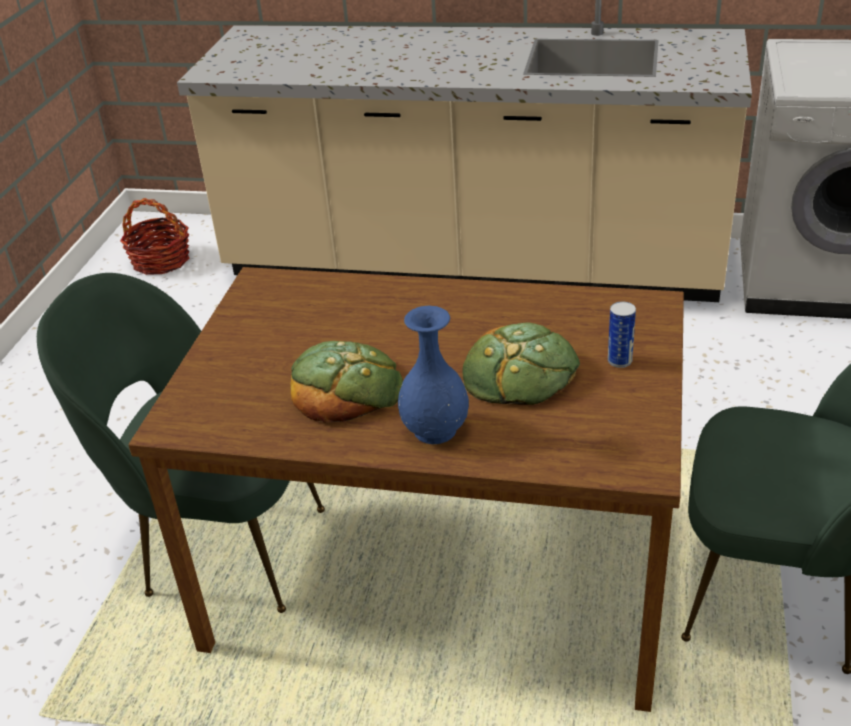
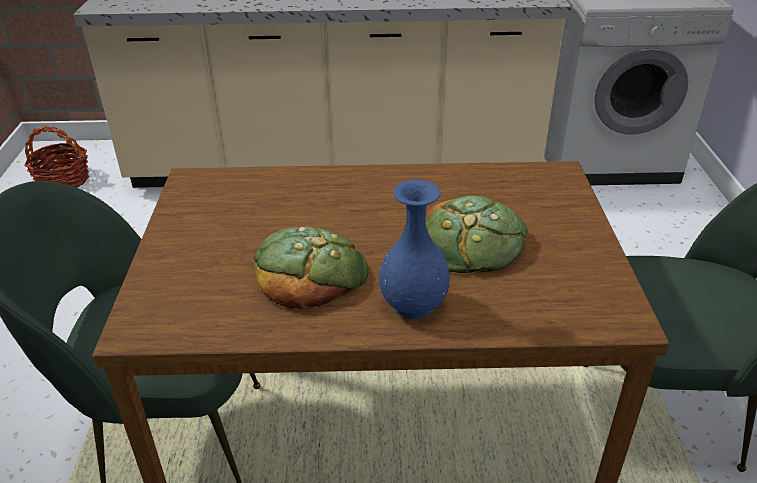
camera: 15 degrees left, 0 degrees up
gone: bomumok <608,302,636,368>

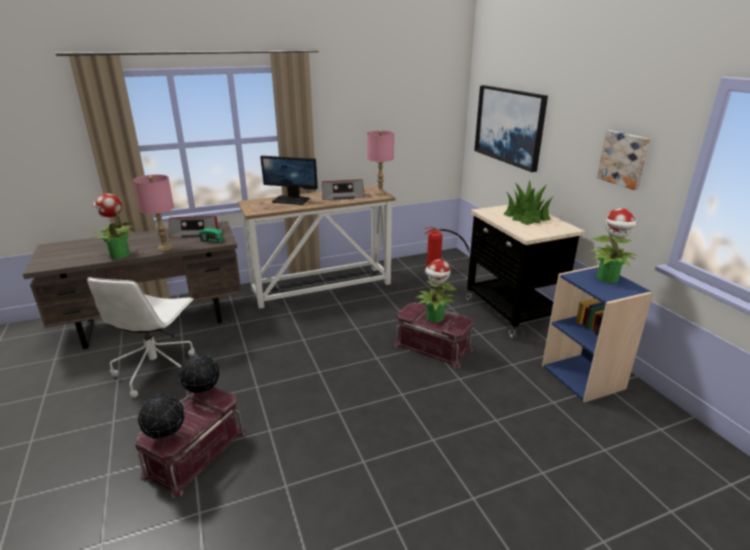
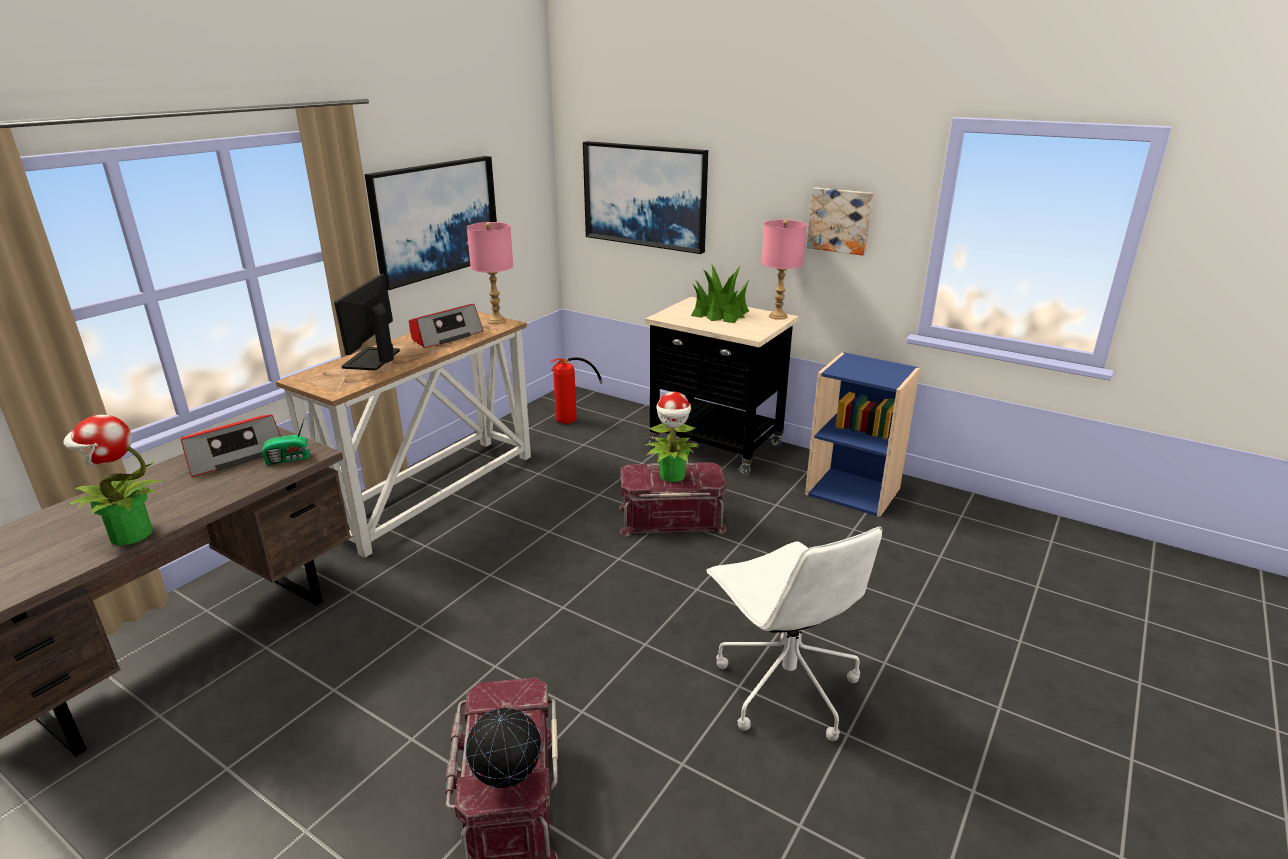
camera: 35 degrees left, 0 degrees up
gone: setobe <179,353,219,393>; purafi <592,208,637,283>
new: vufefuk <365,156,497,290>
shifted: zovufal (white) <87,277,195,398> to <706,526,882,741>; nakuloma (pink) <133,175,174,251> to <762,220,807,320>
rotated: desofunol <260,156,318,205> = <334,274,400,370> 120 degrees clockwise

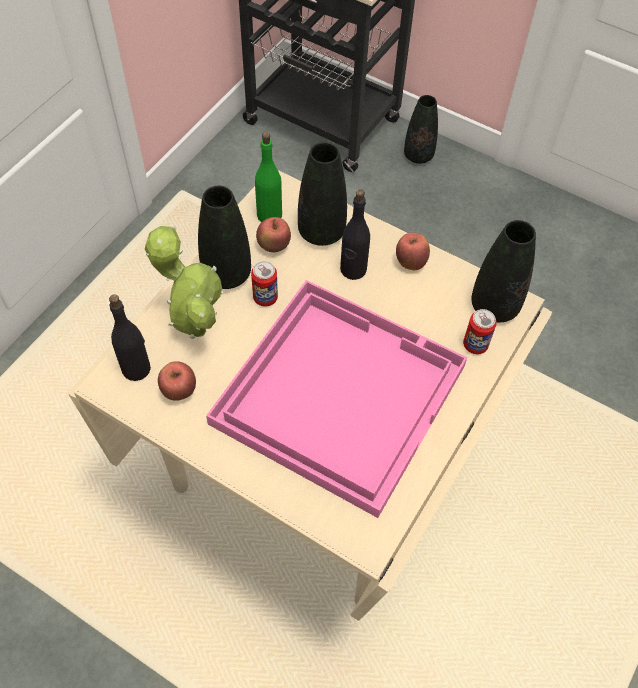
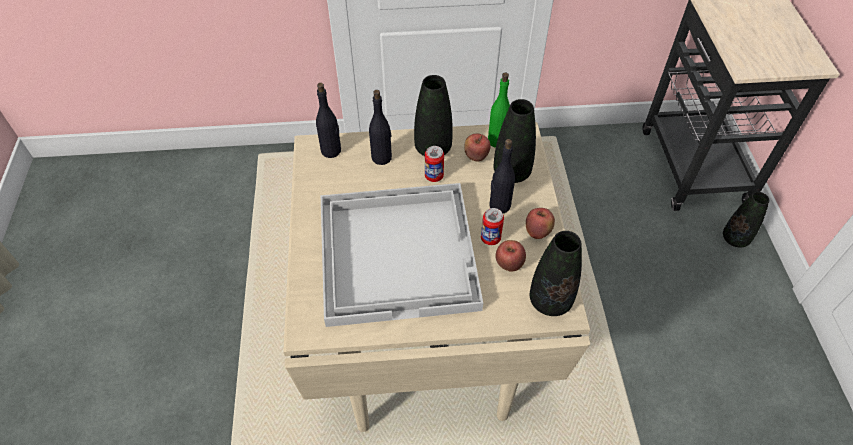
camera: 55 degrees right, 5 degrees down
shifted: bomumok <463,309,497,354> to <481,208,504,245>; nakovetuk <158,361,196,401> to <496,240,526,272>
swapped: purafi <145,225,223,339> to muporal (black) <369,90,392,165>
repainted: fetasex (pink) <206,280,467,518> to fetasex (white) <321,183,483,327>

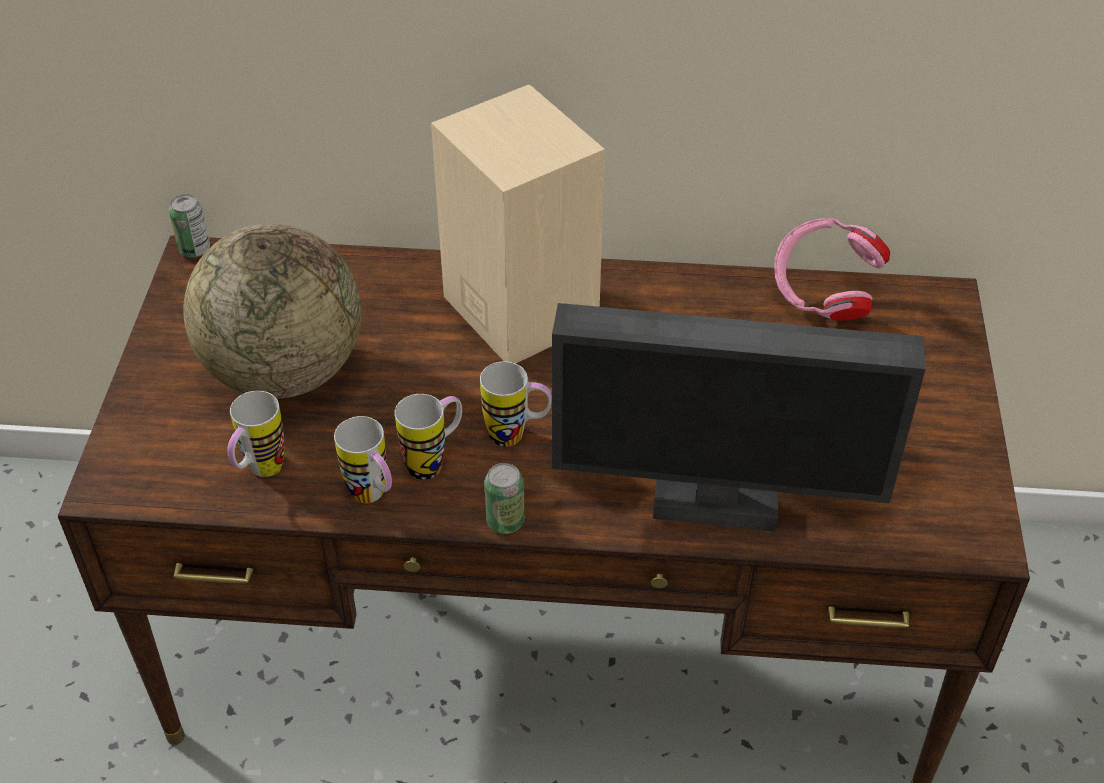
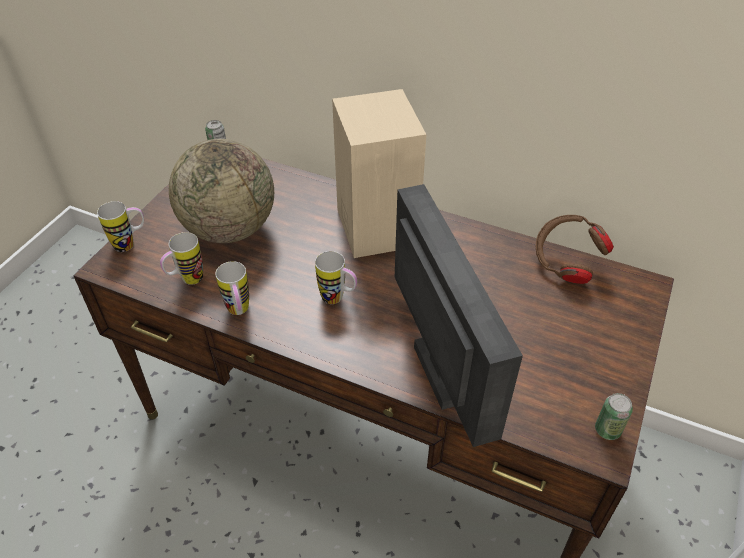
camera: 20 degrees right, 0 degrees up
shifted: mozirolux <395,394,462,480> to <97,201,144,252>; bomumok <484,463,524,534> to <595,393,633,440>
repainted: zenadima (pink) <774,218,890,321> to zenadima (brown) <536,215,614,284>
rotated: desofunol <552,303,926,532> = <395,184,523,447> 135 degrees counterclockwise

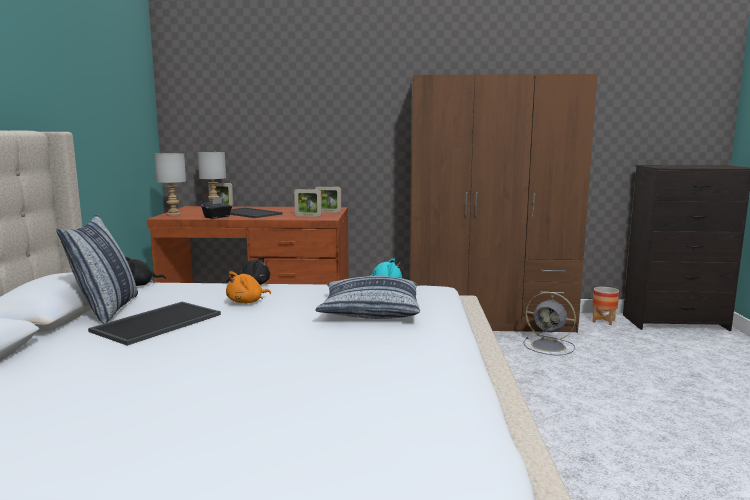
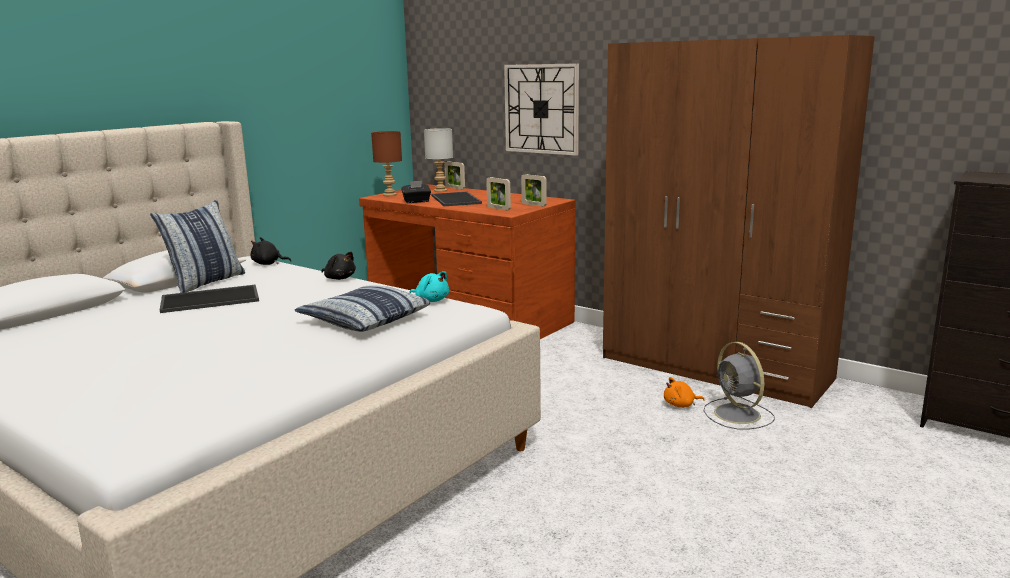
camera: 35 degrees right, 5 degrees up
gone: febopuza <592,287,619,325>
new: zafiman <504,63,579,155>
shifted: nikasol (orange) <226,271,271,304> to <664,377,705,408>
repainted: nakuloma (grey) <154,153,186,216> to nakuloma (brown) <371,131,402,196>

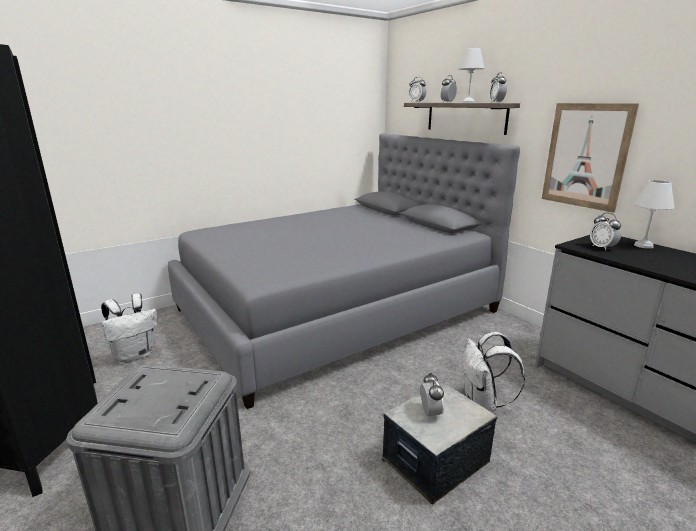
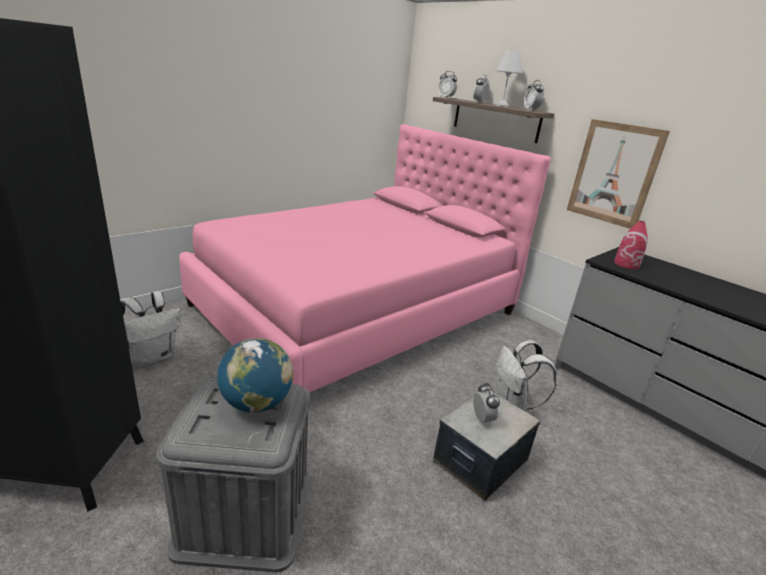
camera: 10 degrees left, 5 degrees up
gone: nakuloma (white) <634,180,675,249>
new: setobe <217,338,293,413>
swapped: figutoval <590,213,621,251> to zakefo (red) <614,221,648,269>
repainted: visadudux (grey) <168,133,520,409> to visadudux (pink) <179,124,551,393>

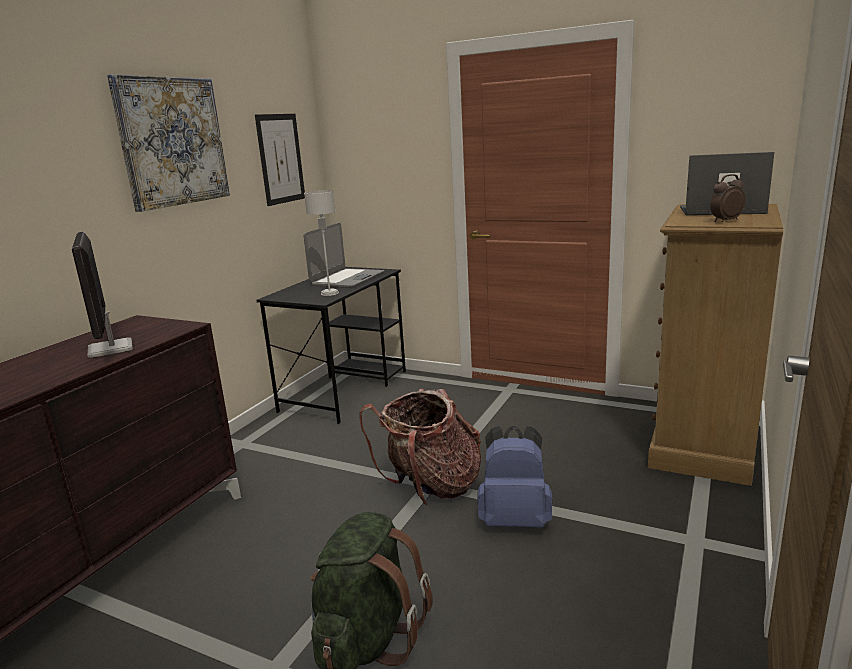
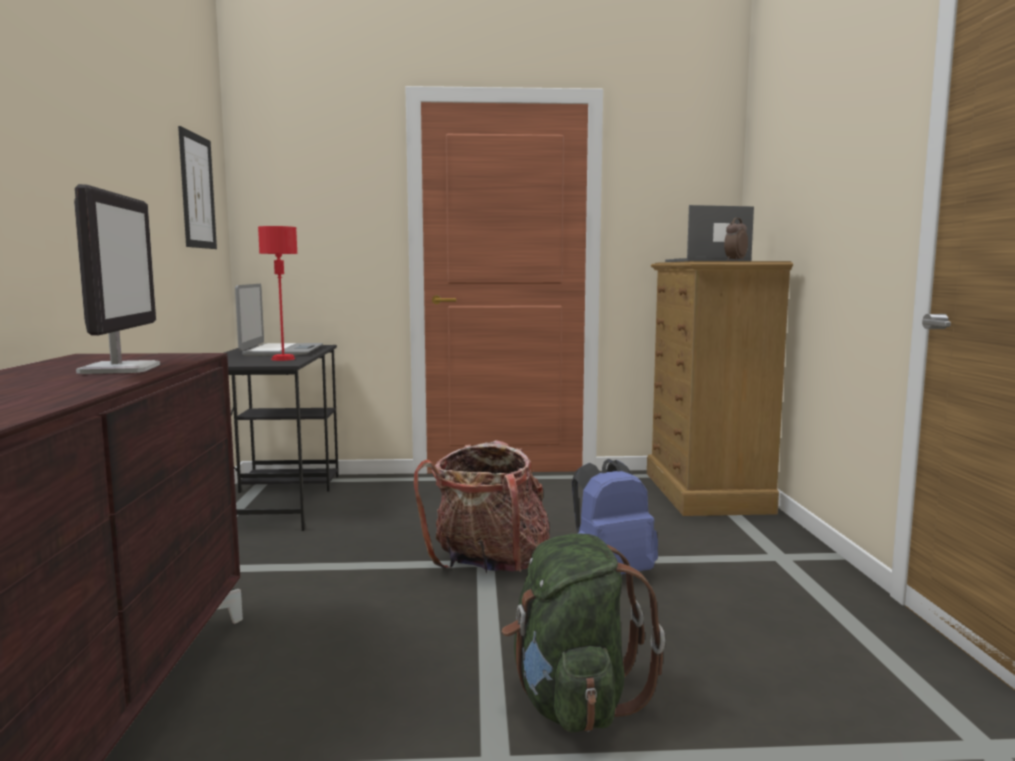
camera: 30 degrees left, 10 degrees down
gone: vufefuk <107,74,230,212>
repainted: nakuloma (grey) <304,190,339,296> to nakuloma (red) <258,226,298,361>
rotated: desofunol <72,232,133,358> = <74,184,160,374> 135 degrees counterclockwise

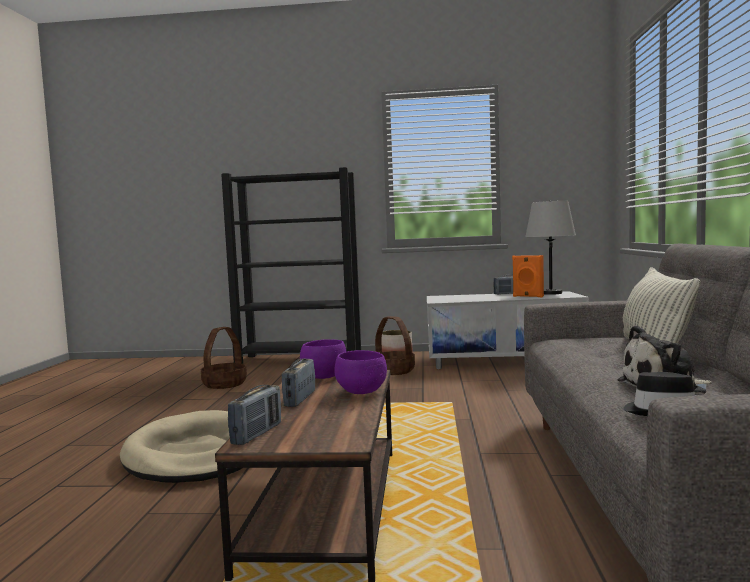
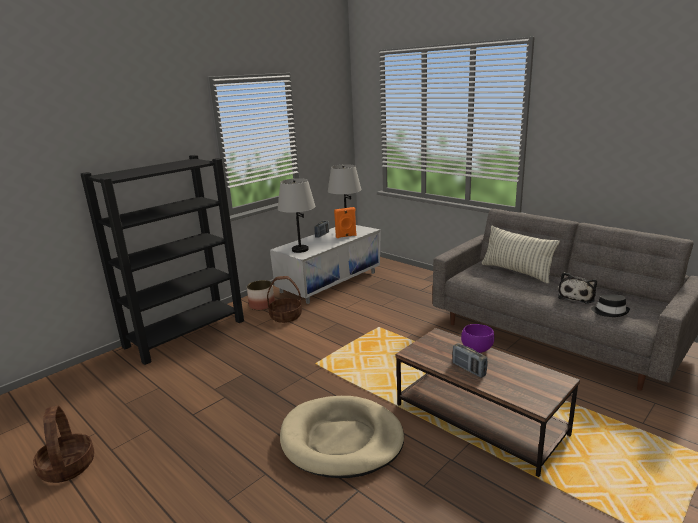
camera: 50 degrees left, 15 degrees up
gone: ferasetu <228,385,281,445>; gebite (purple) <300,339,346,379>
new: nakuloma (grey) <278,178,315,253>
shifted: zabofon <201,327,247,389> to <33,406,94,483>

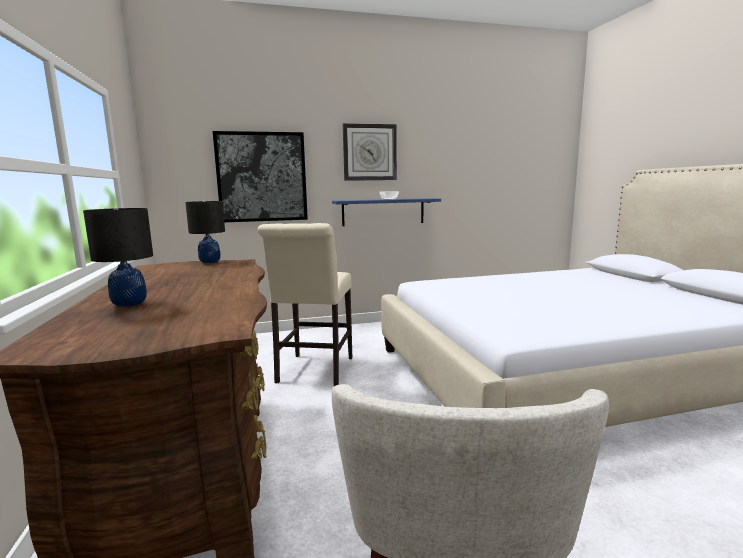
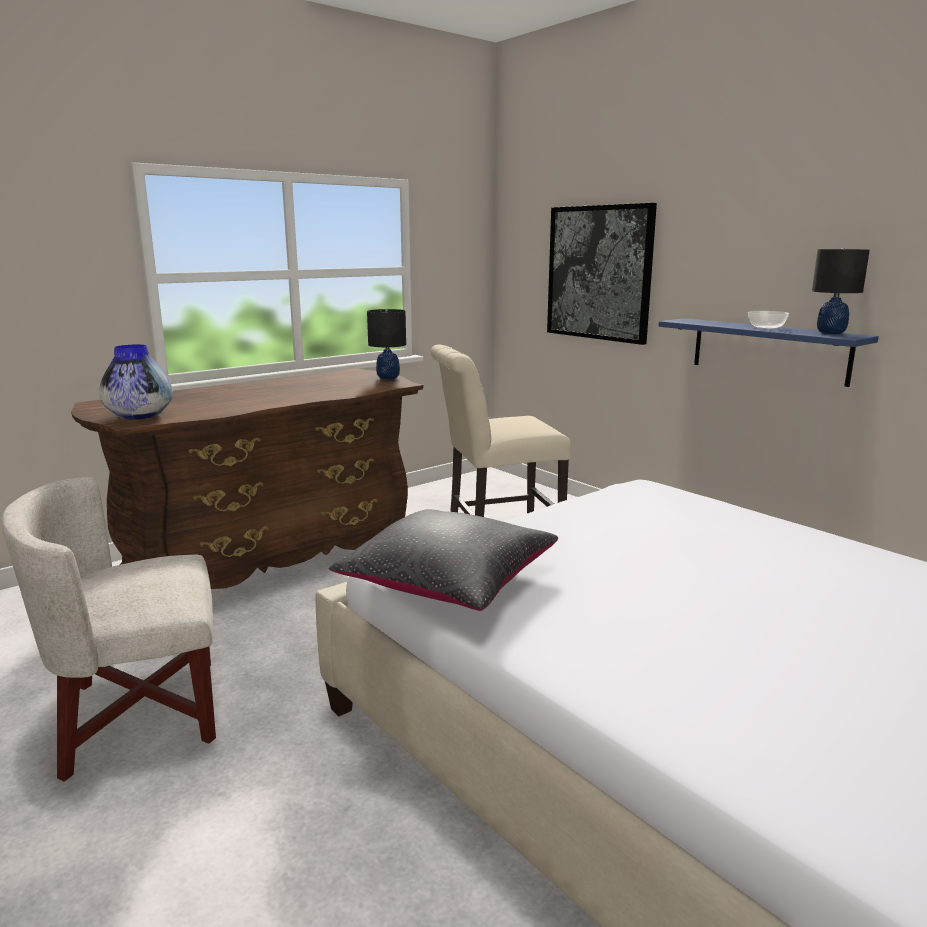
camera: 65 degrees right, 5 degrees up
gone: zafiman <343,123,397,181>
new: zakefo <99,344,173,420>; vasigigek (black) <329,509,558,611>
shifted: nakuloma (black) <83,208,153,307> to <812,248,870,334>

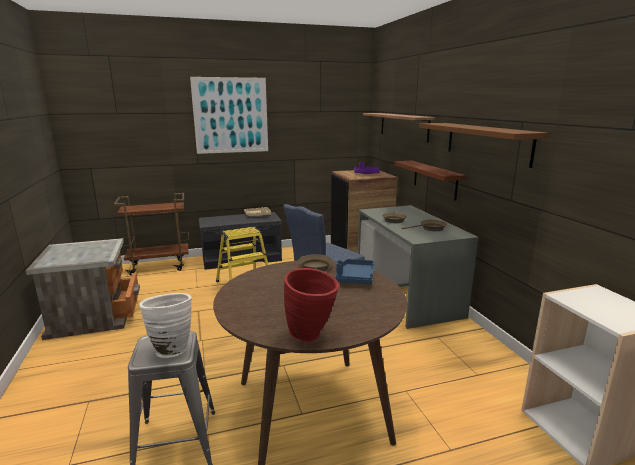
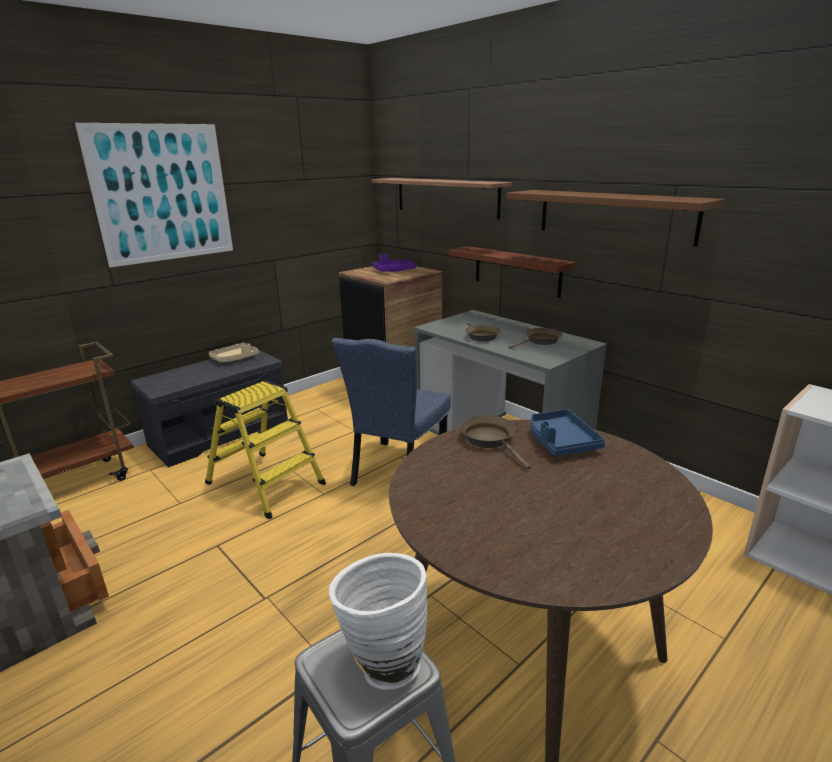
camera: 25 degrees left, 5 degrees up
gone: zakefo (red) <284,268,339,342>

